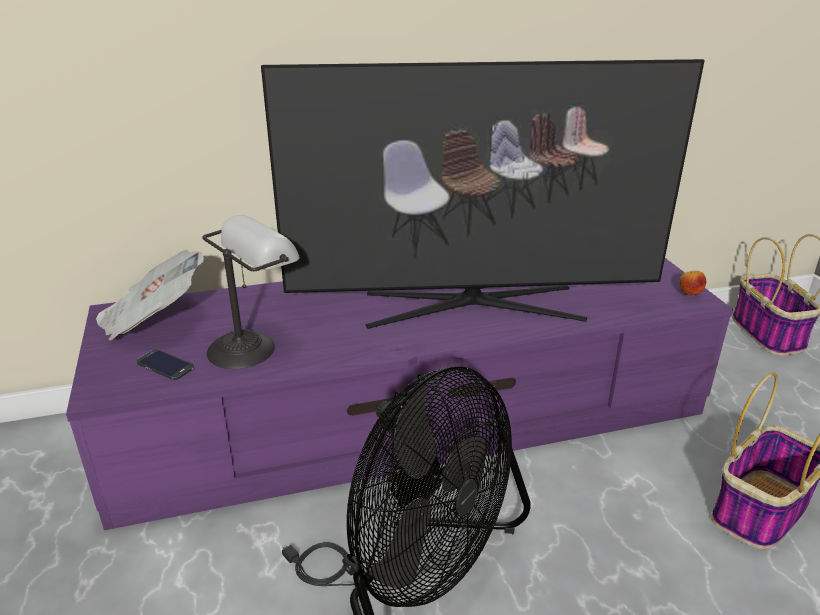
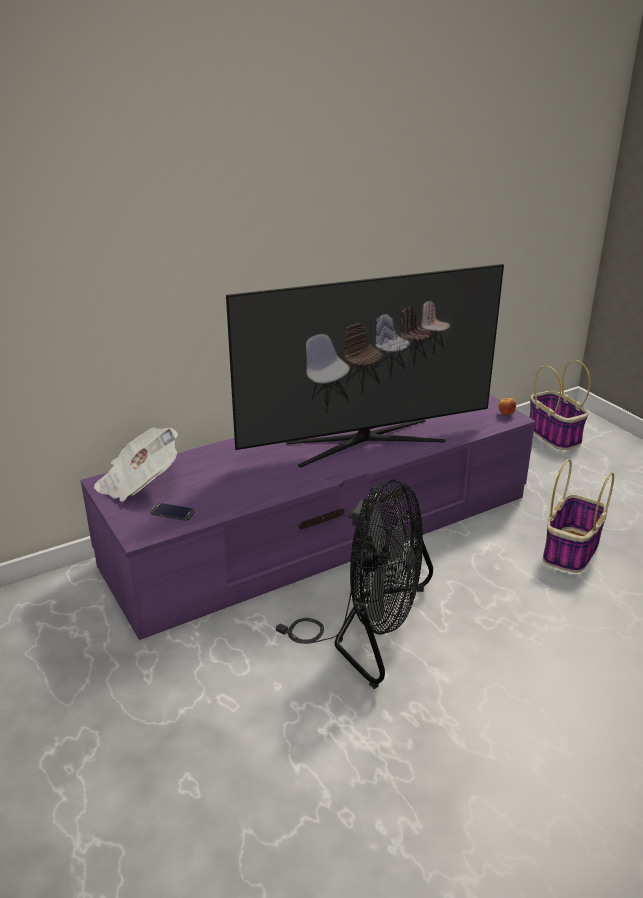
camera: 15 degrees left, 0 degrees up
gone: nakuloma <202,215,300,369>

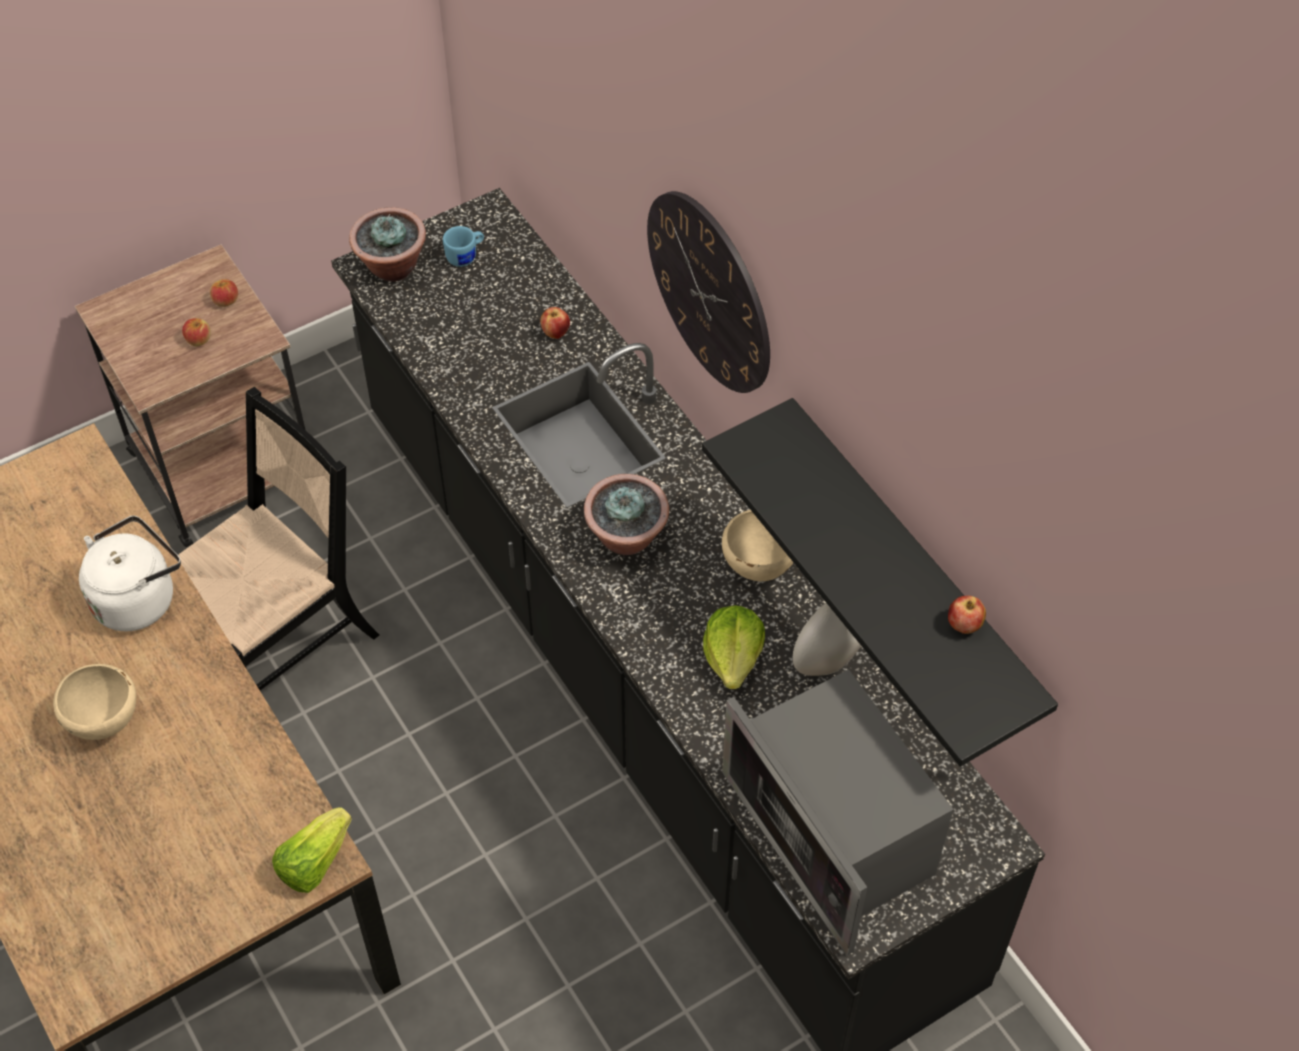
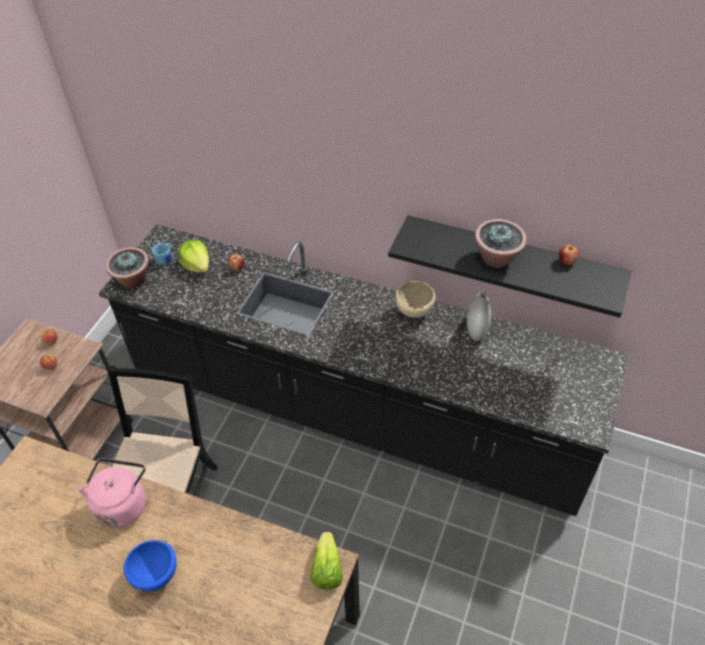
camera: 35 degrees left, 5 degrees down
gone: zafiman <647,191,770,393>; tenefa <722,669,954,956>
shifted: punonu <703,605,765,689> to <179,240,209,273>; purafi <584,474,669,555> to <475,219,527,268>
repainted: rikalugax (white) <79,516,181,631> to rikalugax (pink) <76,458,146,528>; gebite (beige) <53,664,136,740> to gebite (blue) <124,540,177,592>

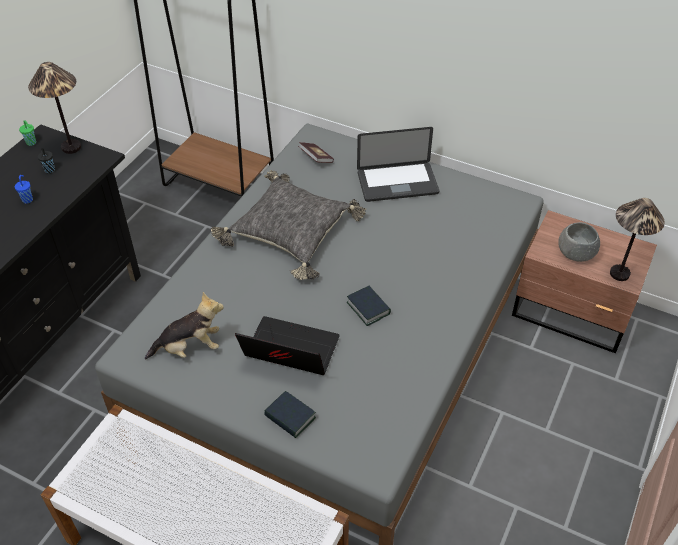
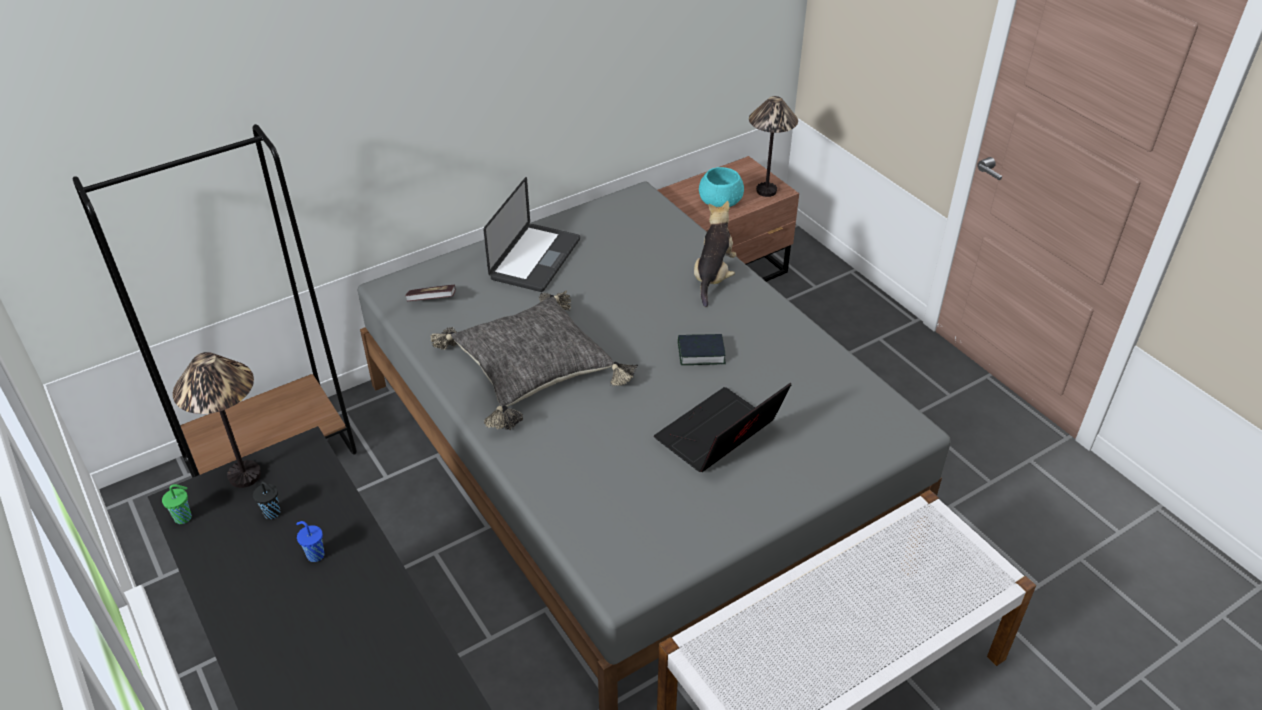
camera: 60 degrees left, 5 degrees down
gone: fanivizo <264,391,316,438>
shifted: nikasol <145,292,224,360> to <694,201,736,307>
repainted: gebite (grey) <558,222,600,262> to gebite (turquoise) <699,167,744,207>

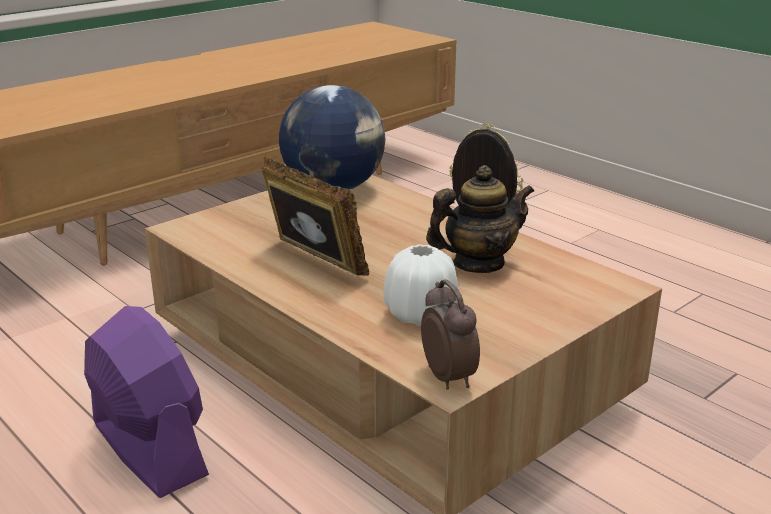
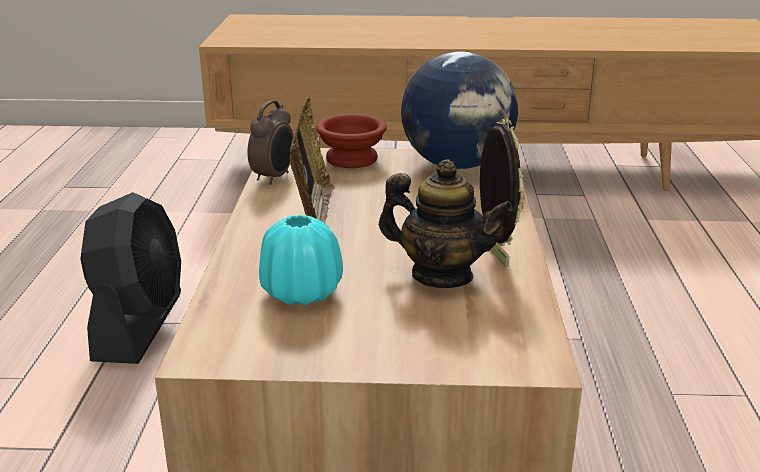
camera: 45 degrees right, 0 degrees up
new: gebite (brown) <316,114,387,168>
shifted: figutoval <421,279,480,390> to <247,100,294,185>
repainted: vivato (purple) <84,306,209,498> to vivato (black) <81,192,181,364>; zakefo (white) <383,244,459,326> to zakefo (turquoise) <259,215,343,305>

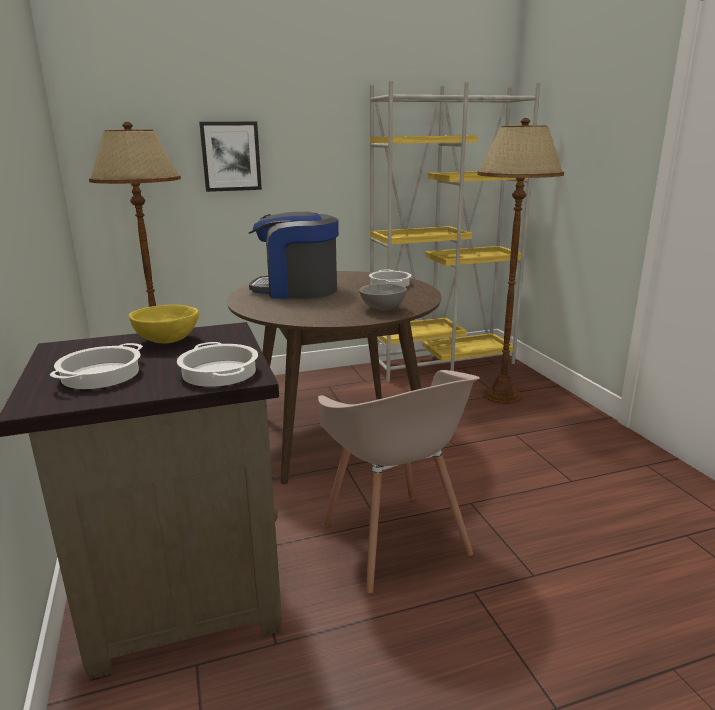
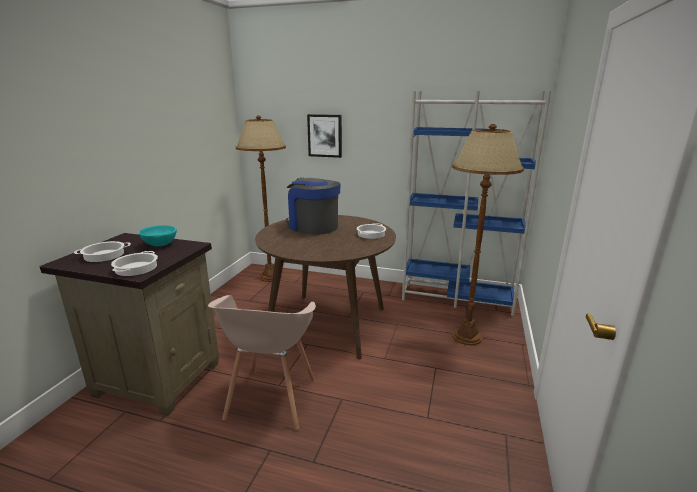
camera: 35 degrees right, 0 degrees up
gone: gebite (grey) <359,283,407,311>
repainted: gebite (yellow) <129,305,199,344> to gebite (turquoise) <139,225,177,246>; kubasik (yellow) <370,81,540,382> to kubasik (blue) <402,91,551,316>

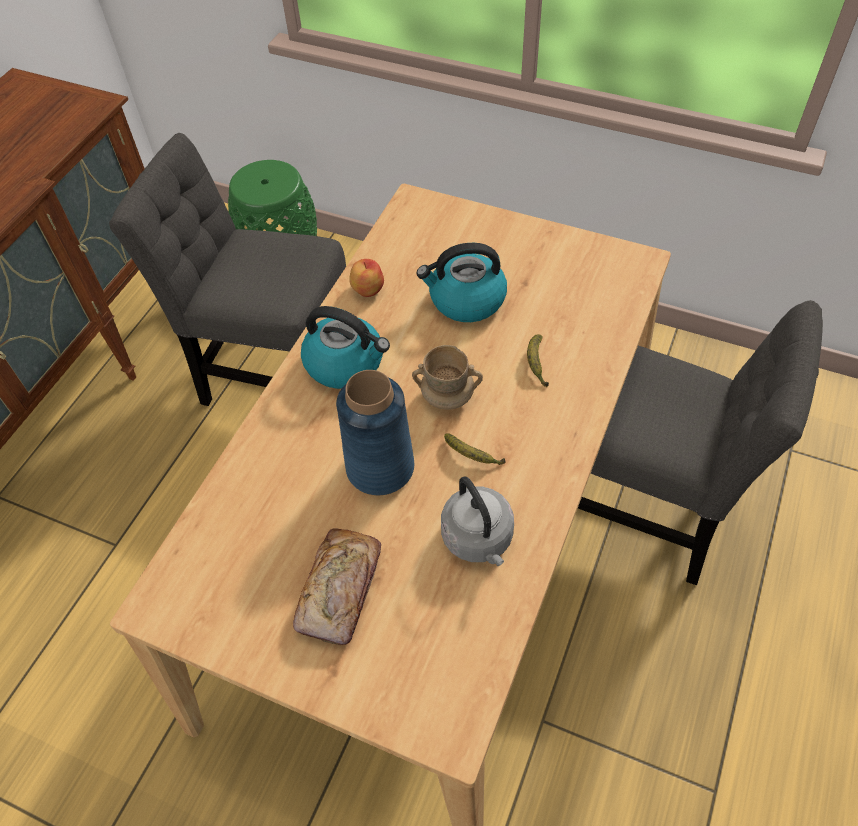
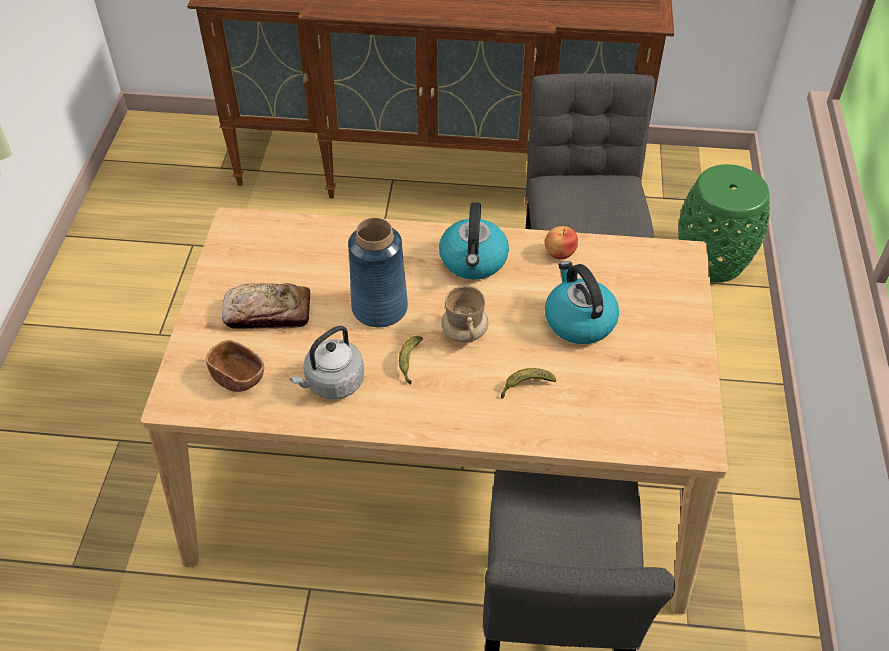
camera: 70 degrees right, 5 degrees down
new: gebite (brown) <206,340,264,392>

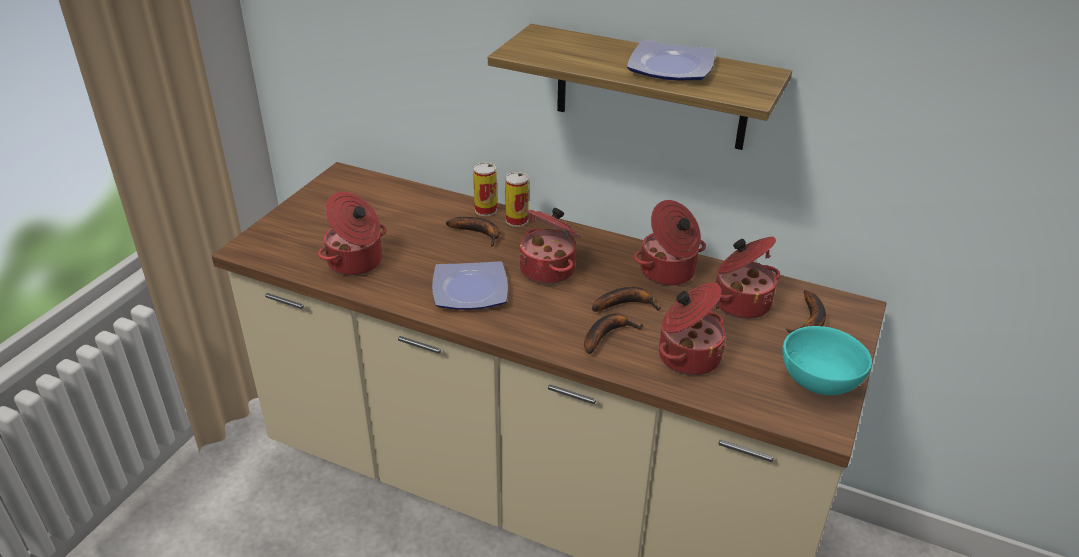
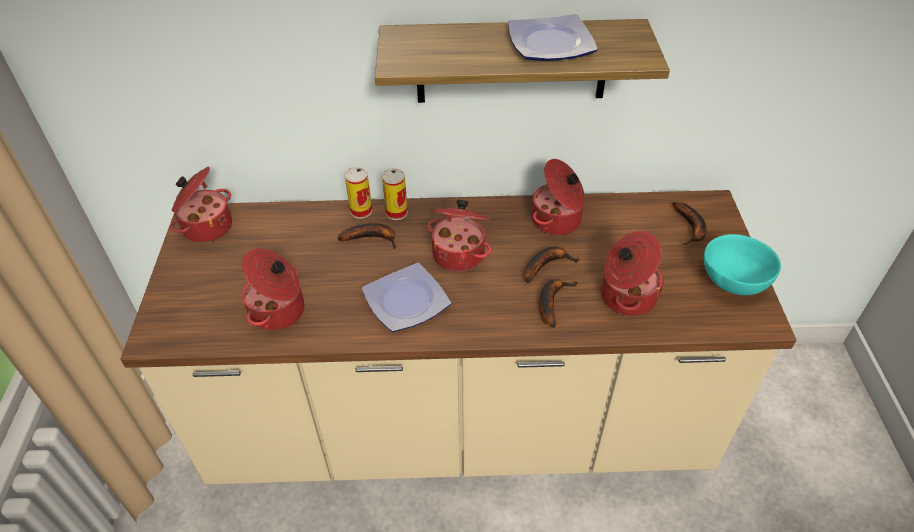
camera: 25 degrees left, 10 degrees up
shifted: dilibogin <716,237,780,319> to <170,167,232,243>

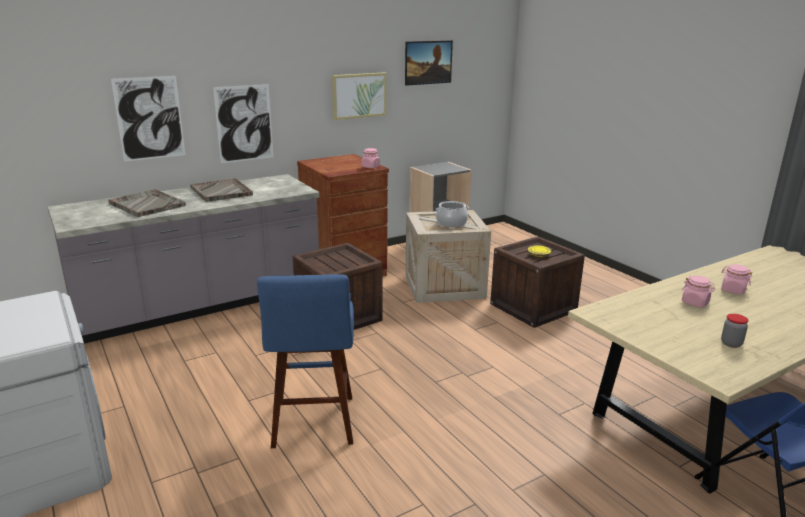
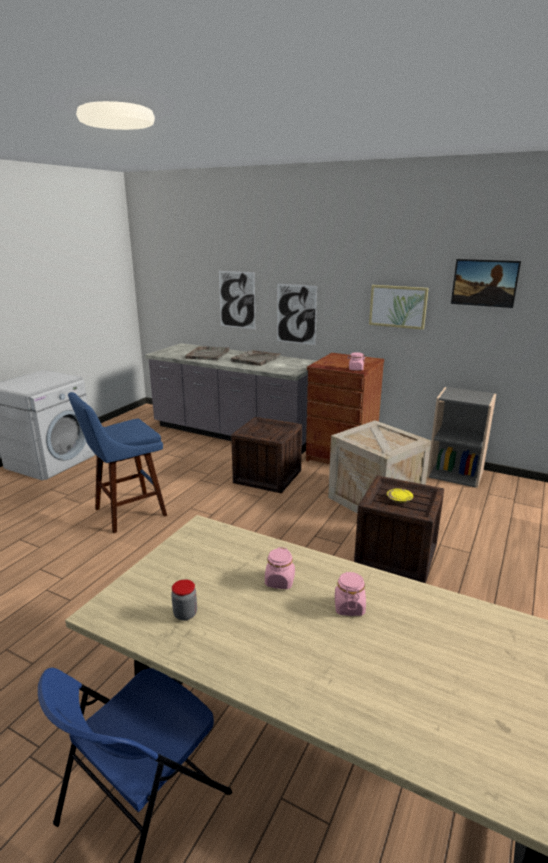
camera: 60 degrees right, 0 degrees up
gone: dilibogin <435,201,469,228>

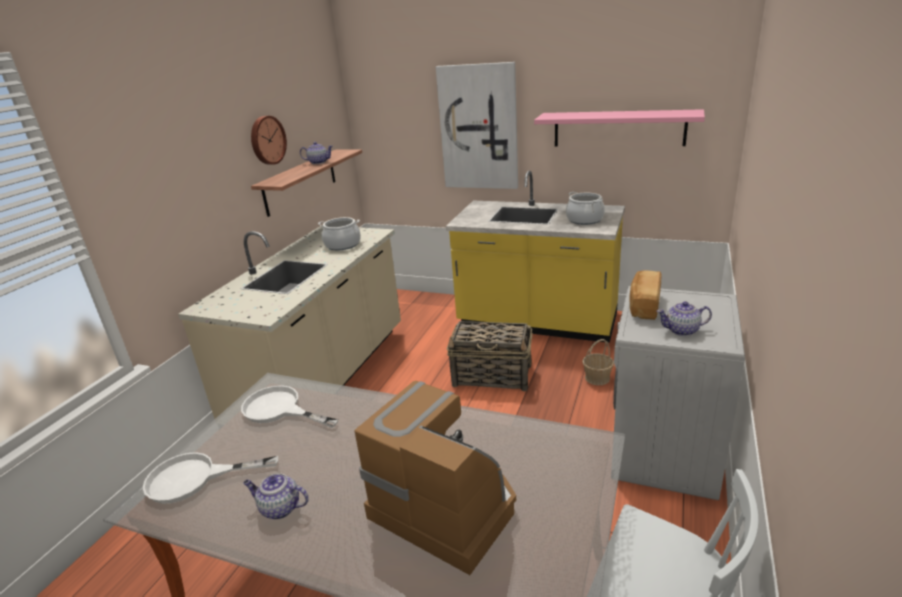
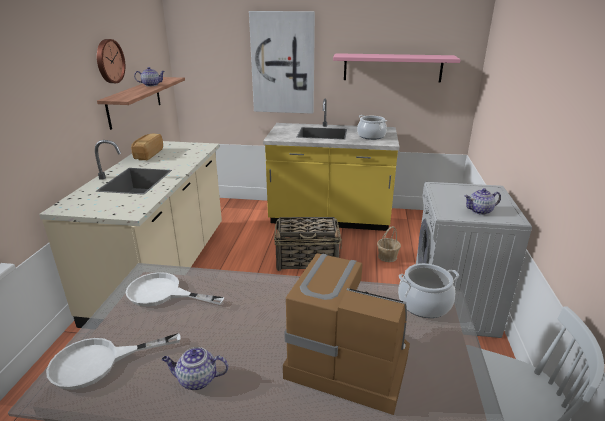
camera: 15 degrees left, 0 degrees up
shifted: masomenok <630,270,662,320> to <131,134,163,160>; dilibogin <318,217,361,250> to <398,263,459,318>

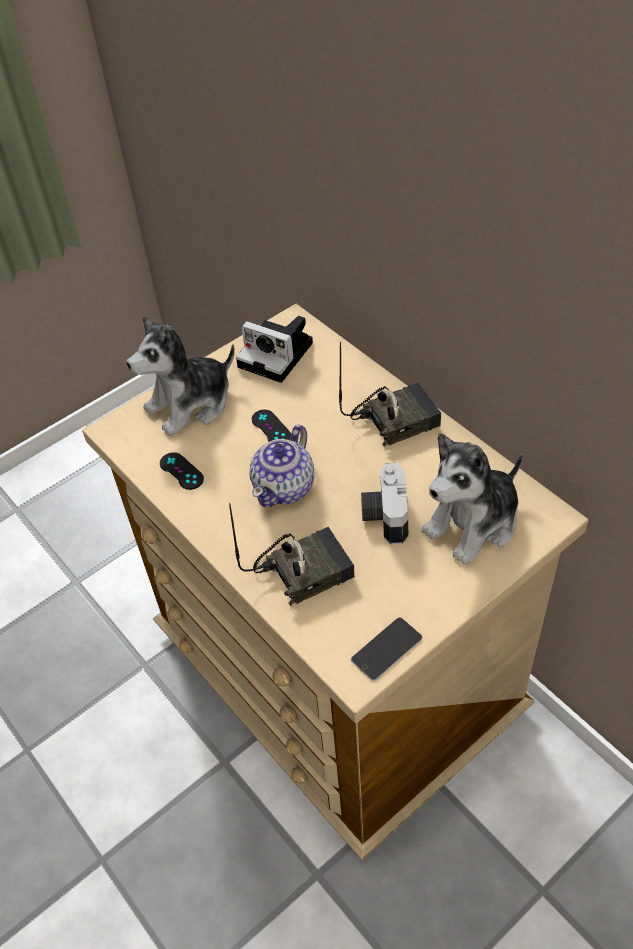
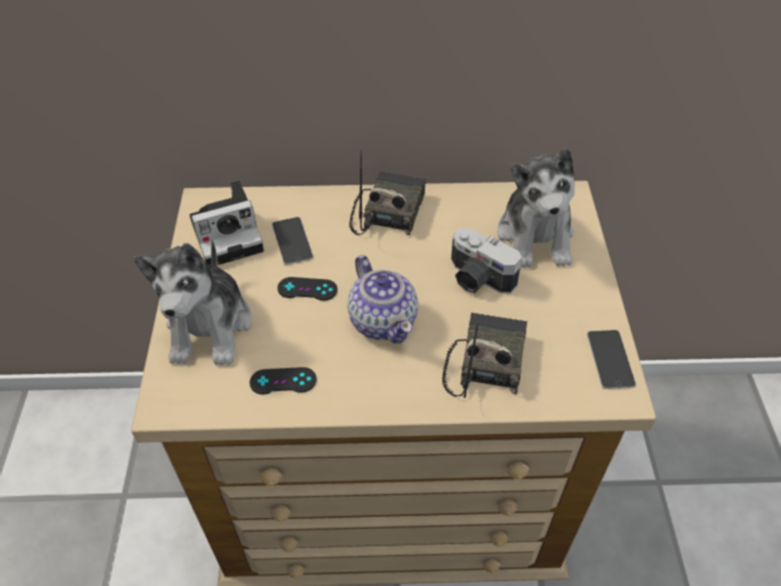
camera: 55 degrees left, 0 degrees up
new: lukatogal <272,217,313,265>

